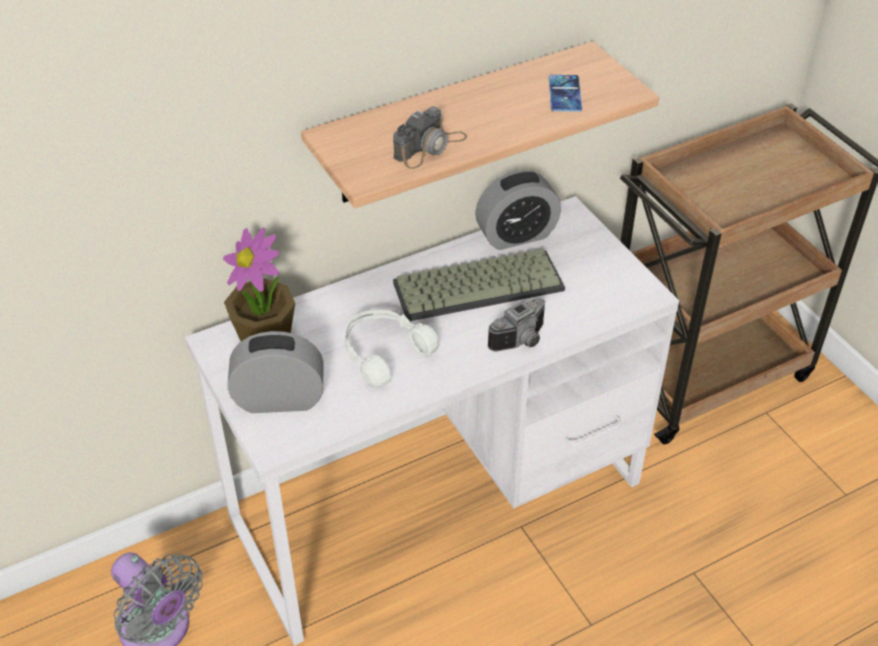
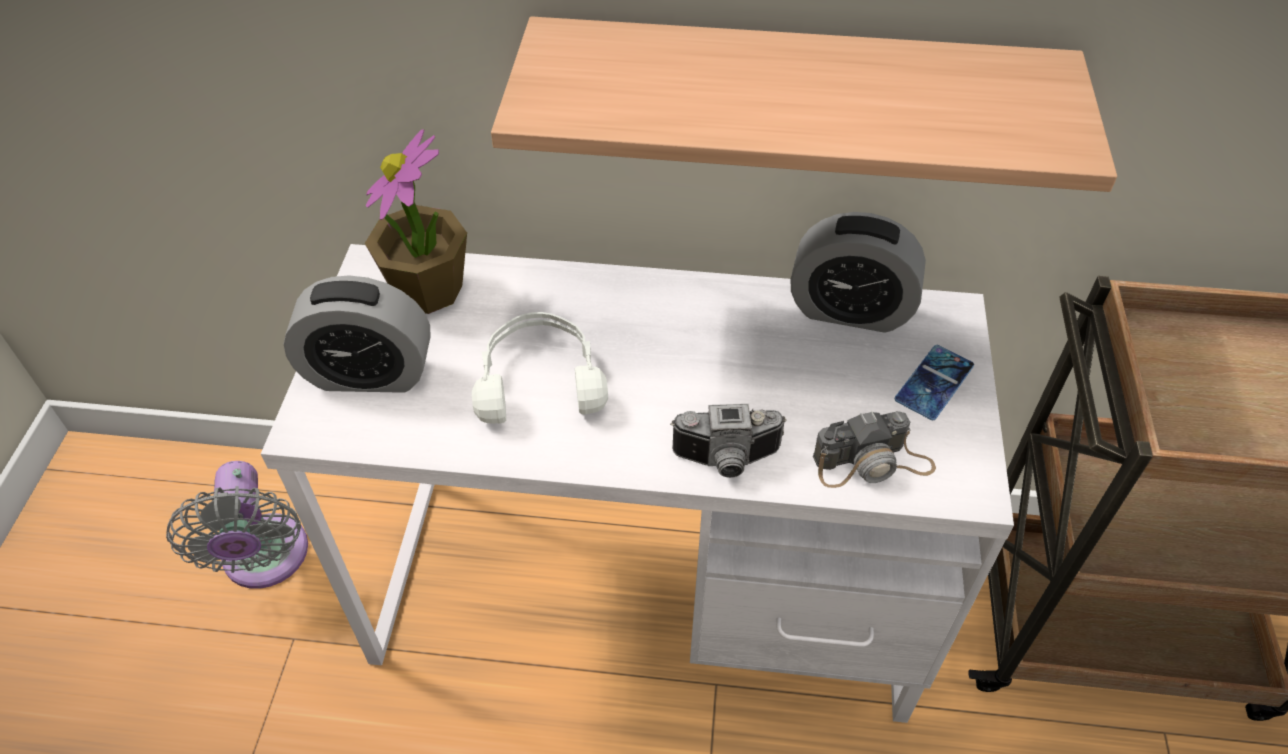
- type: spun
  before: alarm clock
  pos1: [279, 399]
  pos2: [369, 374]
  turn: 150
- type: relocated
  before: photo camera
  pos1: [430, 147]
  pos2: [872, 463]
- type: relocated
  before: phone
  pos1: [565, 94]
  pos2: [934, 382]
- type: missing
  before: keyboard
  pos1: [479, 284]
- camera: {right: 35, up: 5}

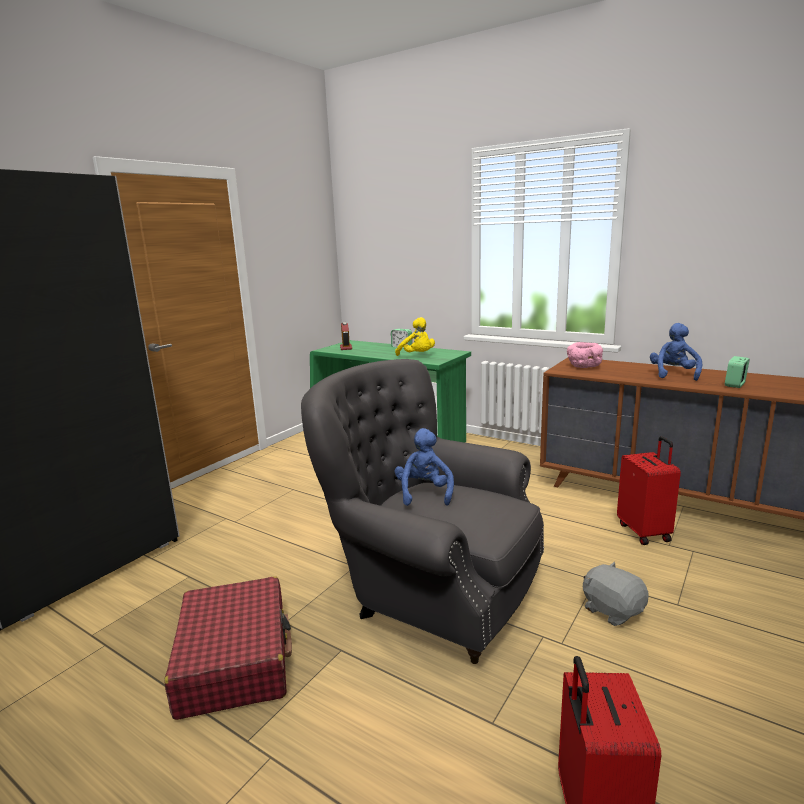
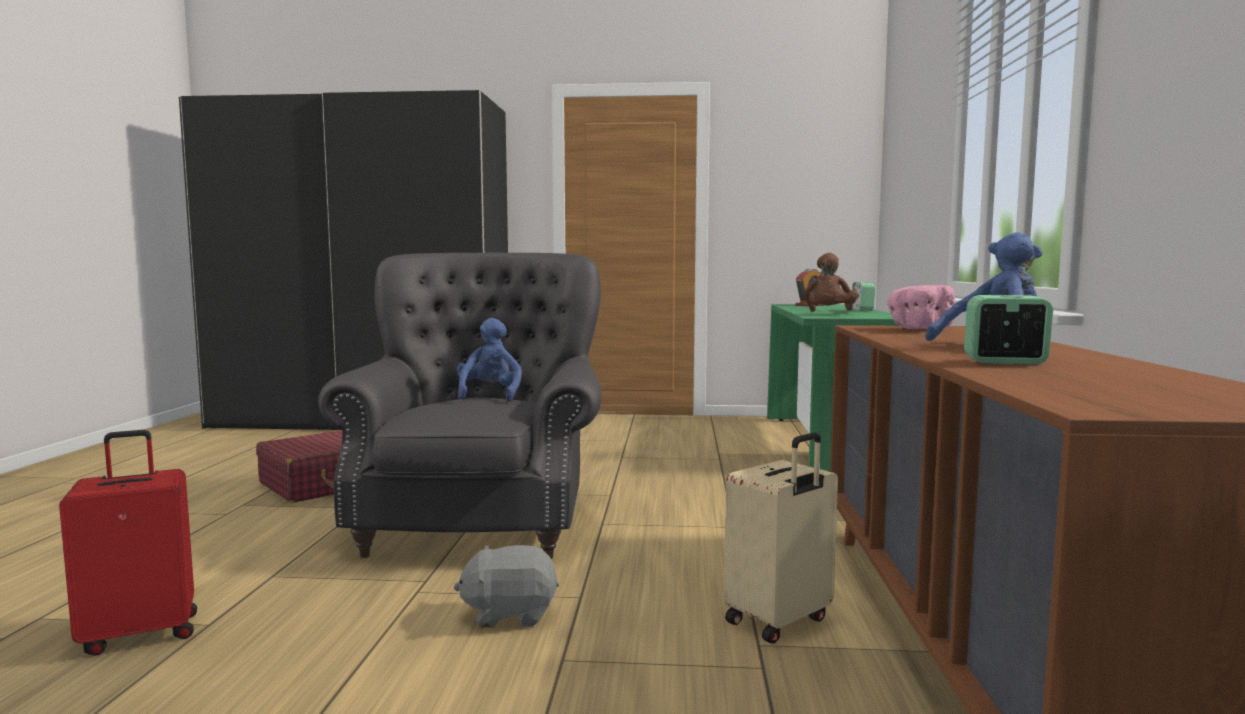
- type: spun
  before: plush toy (grey)
  pos1: [612, 610]
  pos2: [510, 614]
  turn: -120
- type: spun
  before: plush toy (blue)
  pos1: [424, 493]
  pos2: [489, 395]
  turn: -60
- type: colour
  before: suitcase (red)
  after: suitcase (beige)
  pos1: [645, 532]
  pos2: [779, 621]
- type: colour
  before: plush toy (yellow)
  after: plush toy (brown)
  pos1: [417, 356]
  pos2: [829, 313]
- camera: {right: 60, up: -10}

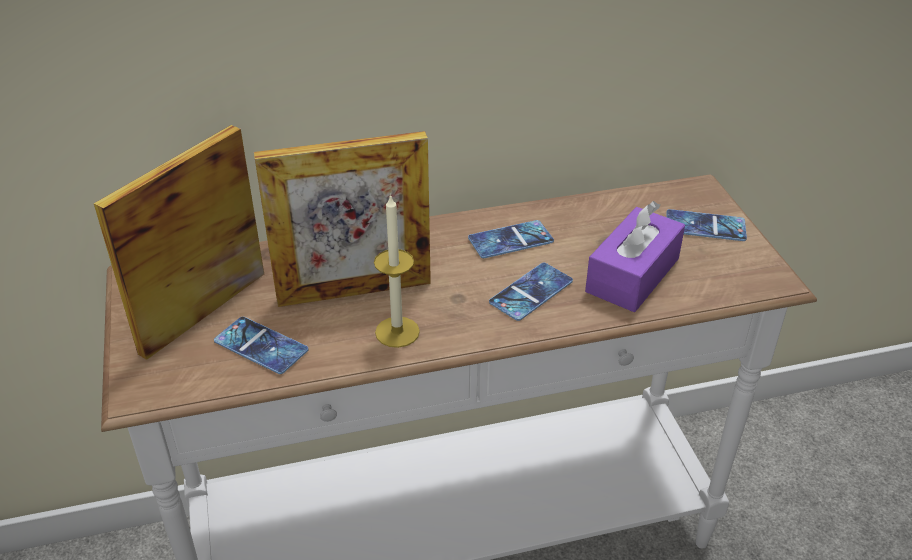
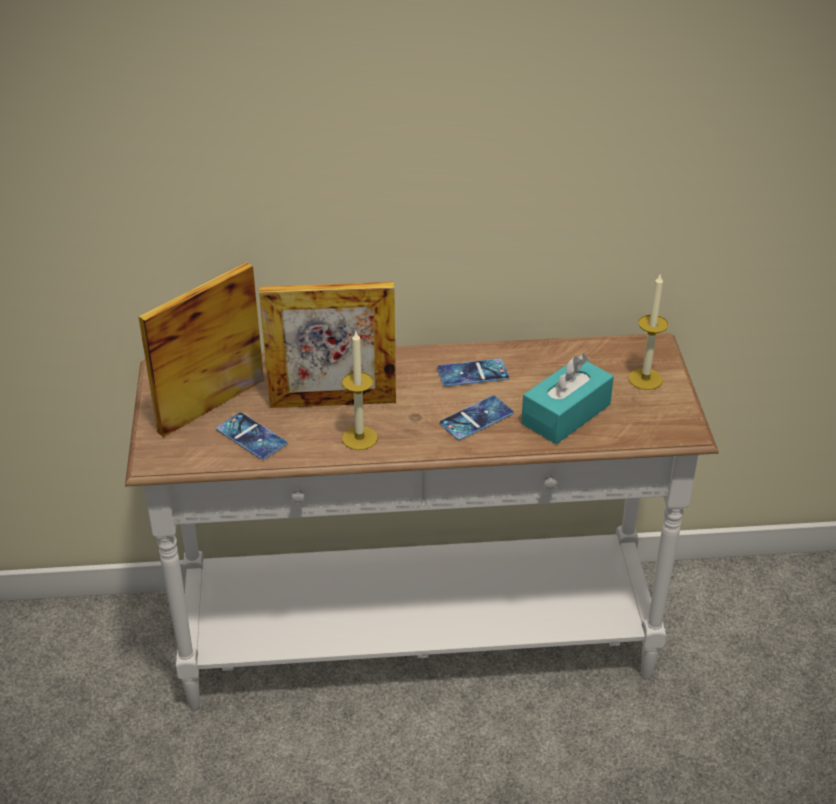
- type: colour
  before: tissue box (purple)
  after: tissue box (turquoise)
  pos1: [632, 275]
  pos2: [566, 414]
- type: exchanged
  before: phone
  after: candle
  pos1: [705, 226]
  pos2: [645, 379]
- camera: {right: 10, up: 0}

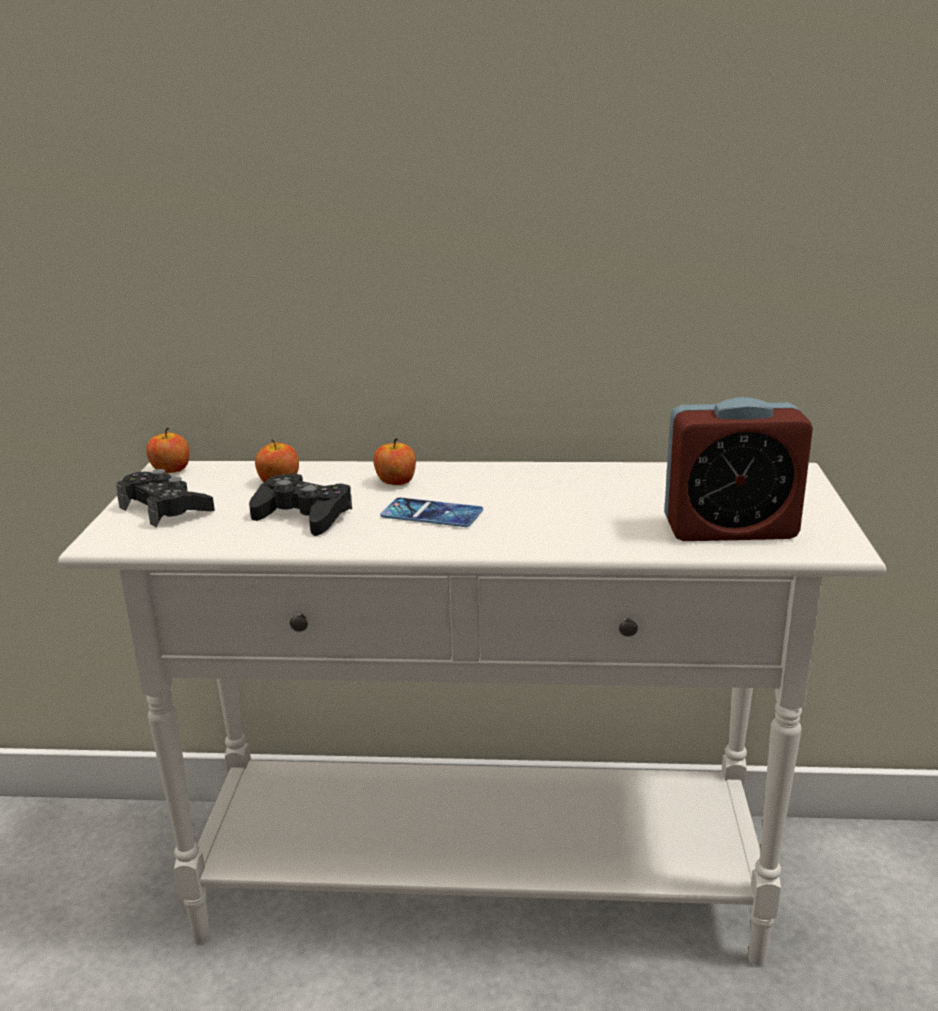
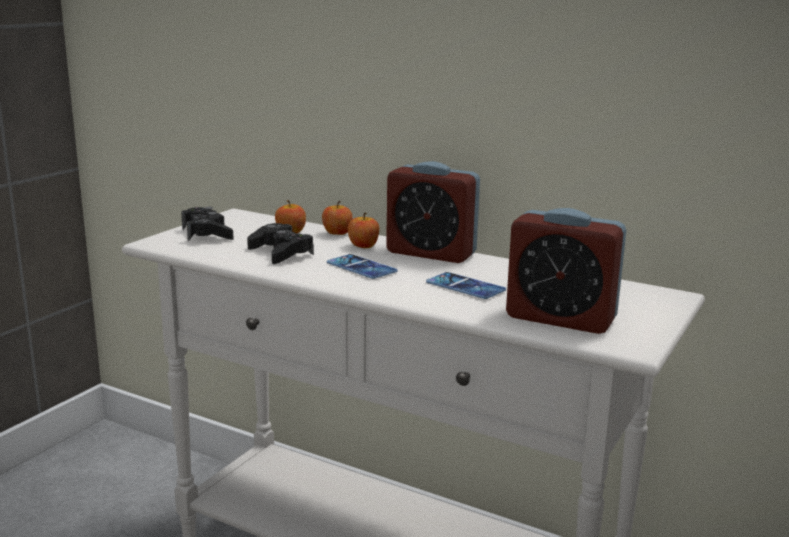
- type: relocated
  before: apple
  pos1: [171, 470]
  pos2: [337, 233]
- type: appeared
  after: alarm clock
  pos2: [431, 253]
- type: appeared
  after: phone
  pos2: [465, 286]
- camera: {right: 25, up: -5}

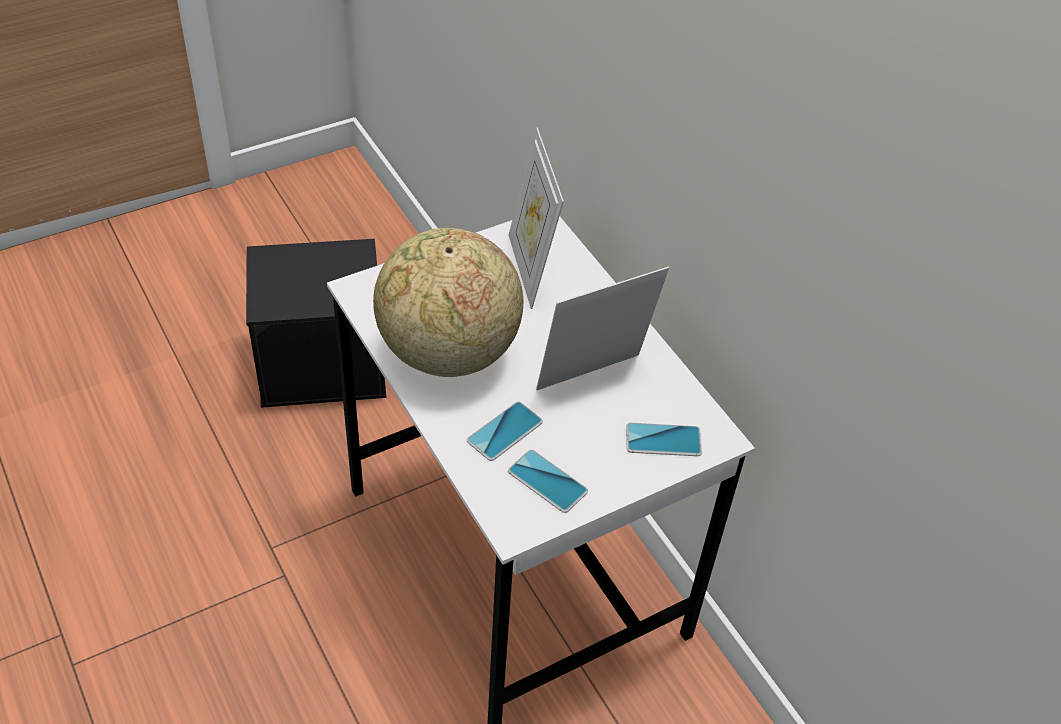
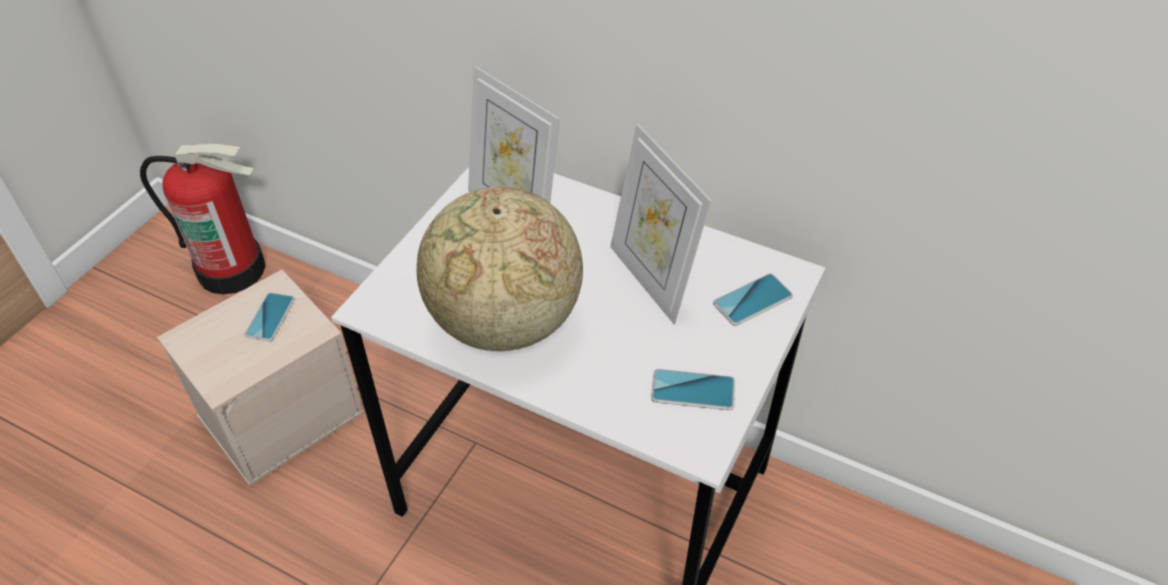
- type: appeared
  after: fire extinguisher
  pos2: [232, 269]
- type: colour
  before: storage box (black)
  after: storage box (beige)
  pos1: [324, 363]
  pos2: [282, 412]
- type: relocated
  before: phone
  pos1: [504, 431]
  pos2: [270, 317]
- type: spun
  before: picture frame
  pos1: [593, 380]
  pos2: [652, 279]
  turn: -60
- camera: {right: -30, up: 0}

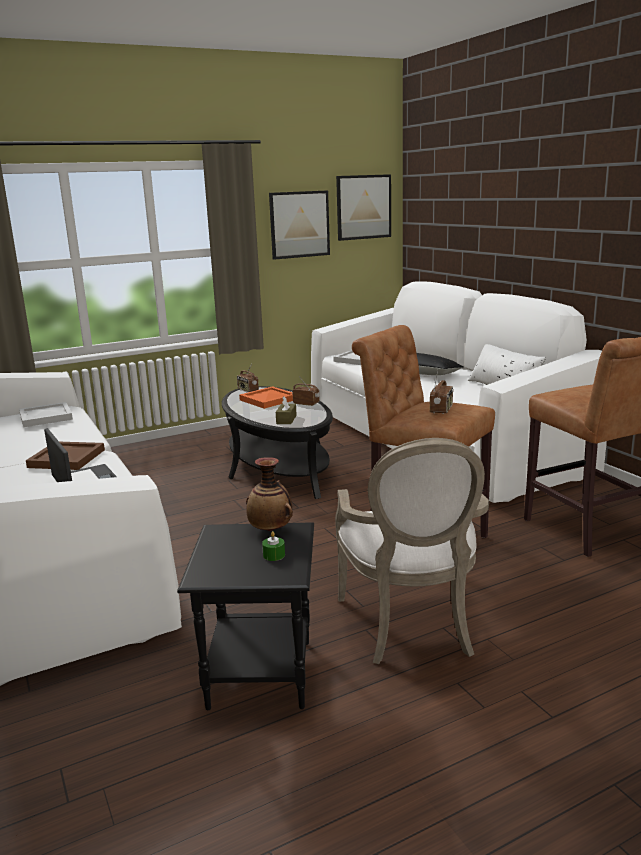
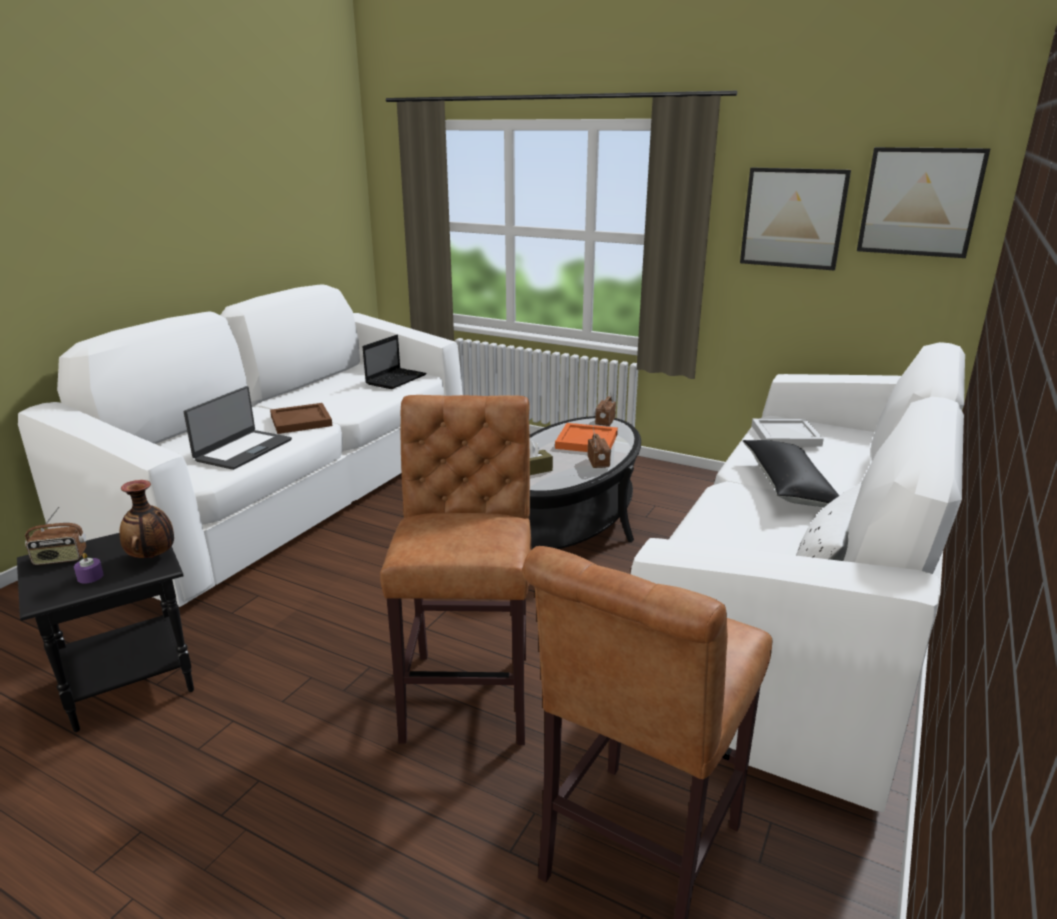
- type: relocated
  before: radio
  pos1: [441, 410]
  pos2: [60, 559]
- type: colour
  before: candle (green)
  after: candle (purple)
  pos1: [274, 555]
  pos2: [90, 577]
- type: exchanged
  before: tray (white)
  after: laptop
  pos1: [45, 417]
  pos2: [396, 379]
- type: missing
  before: armchair
  pos1: [412, 628]
- camera: {right: 55, up: 5}

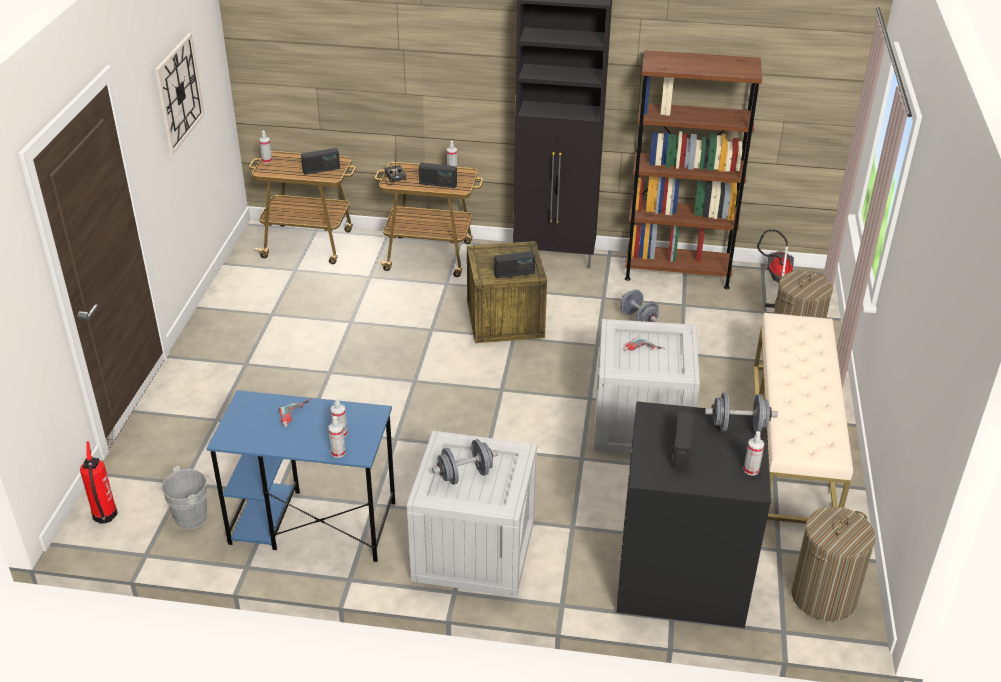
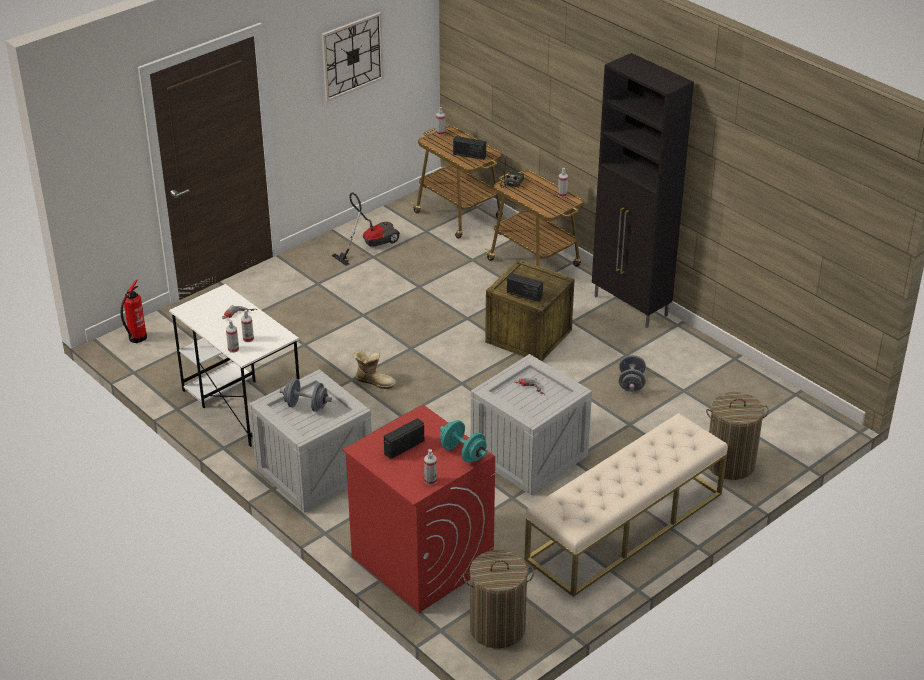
- type: colour
  before: desk (blue)
  after: desk (white)
  pos1: [311, 523]
  pos2: [241, 404]
- type: relocated
  before: vacuum cleaner
  pos1: [775, 281]
  pos2: [370, 244]
- type: colour
  before: washing machine (black)
  after: washing machine (red)
  pos1: [680, 574]
  pos2: [421, 560]
- type: appeared
  after: boot
  pos2: [374, 381]
- type: colour
  before: dumbbell (grey)
  after: dumbbell (turquoise)
  pos1: [738, 427]
  pos2: [463, 453]
- type: missing
  before: bucket (grey)
  pos1: [195, 516]
- type: missing
  before: radio
  pos1: [438, 184]
- type: missing
  before: bookcase (brown)
  pos1: [677, 272]
- camera: {right: 40, up: 0}

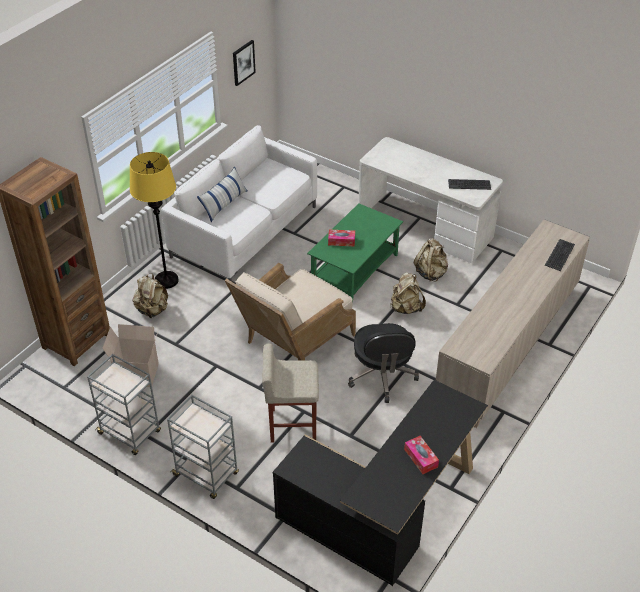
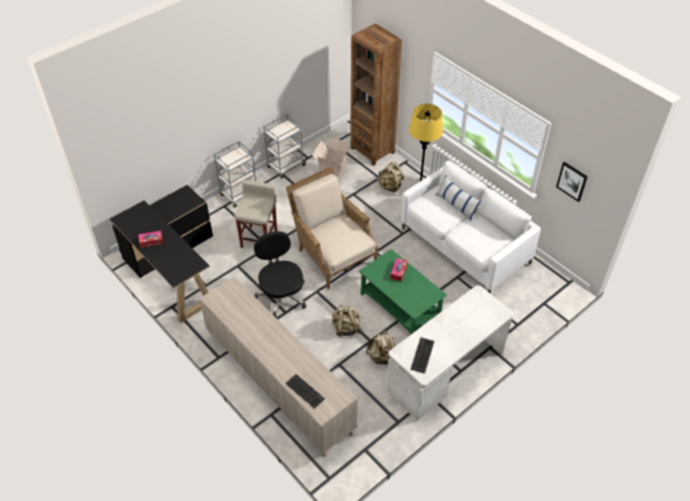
- type: spun
  before: office chair (black)
  pos1: [382, 376]
  pos2: [281, 295]
  turn: 60
- camera: {right: 105, up: 5}

